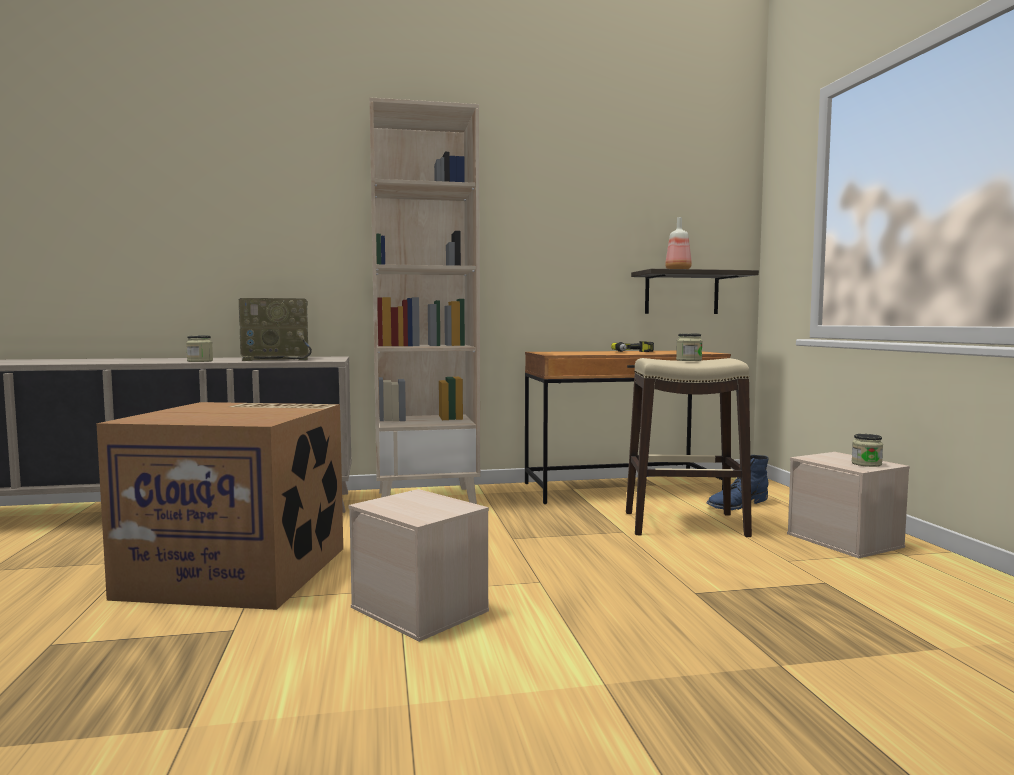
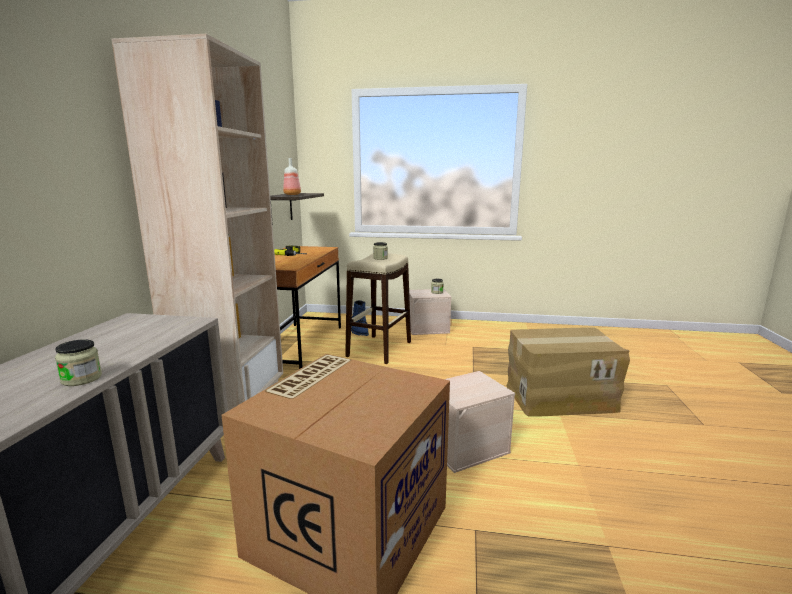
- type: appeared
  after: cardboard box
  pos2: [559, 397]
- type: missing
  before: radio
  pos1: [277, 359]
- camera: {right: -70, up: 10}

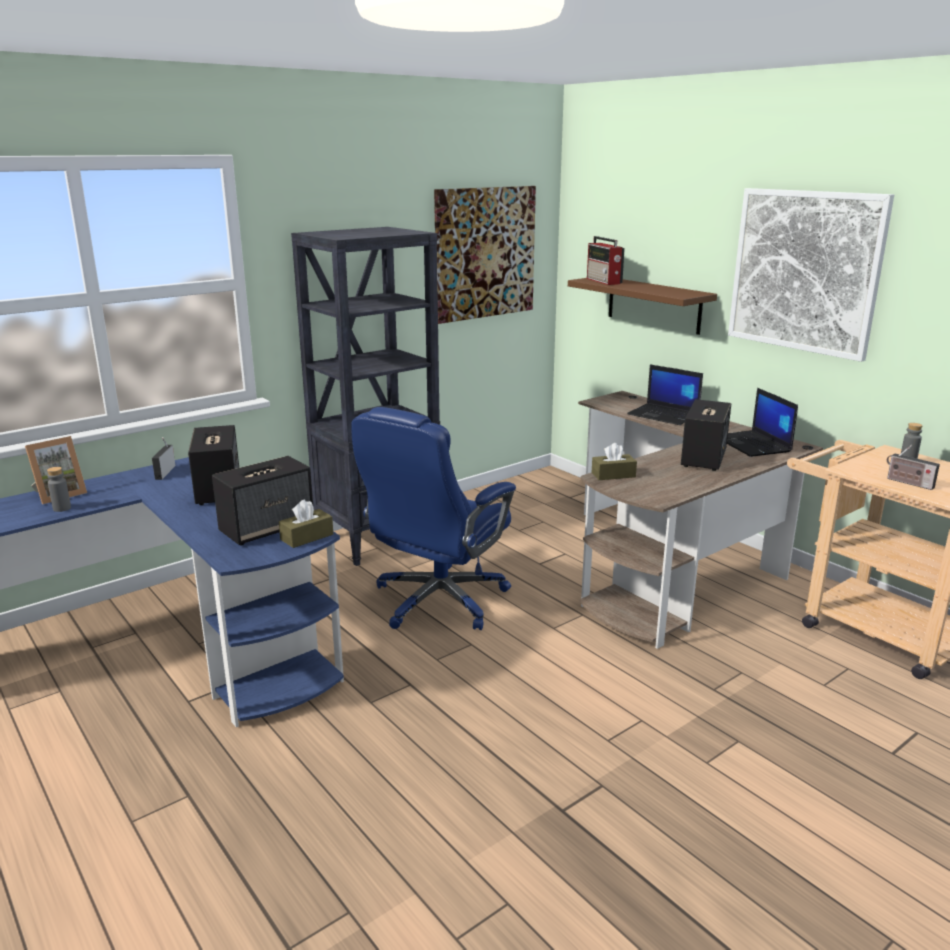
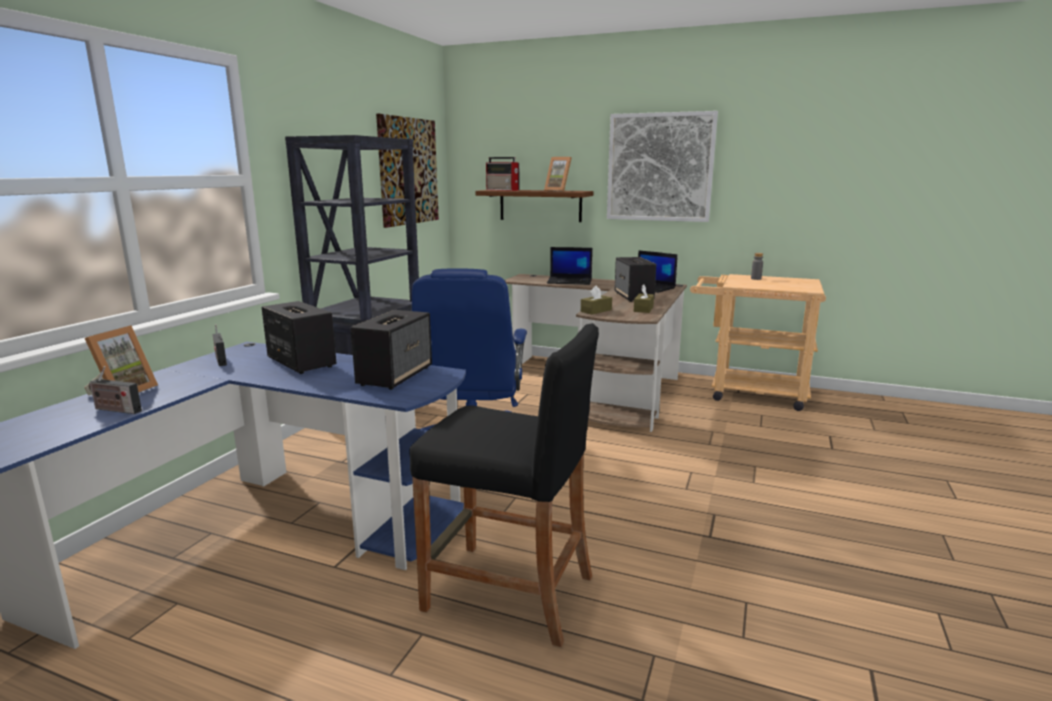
- type: relocated
  before: radio
  pos1: [907, 483]
  pos2: [115, 410]
- type: appeared
  after: stool (black)
  pos2: [509, 592]
- type: appeared
  after: picture frame
  pos2: [559, 190]
- type: relocated
  before: tissue box (brown)
  pos1: [307, 537]
  pos2: [643, 309]
- type: missing
  before: bottle (grey)
  pos1: [62, 508]
- camera: {right: -30, up: -5}

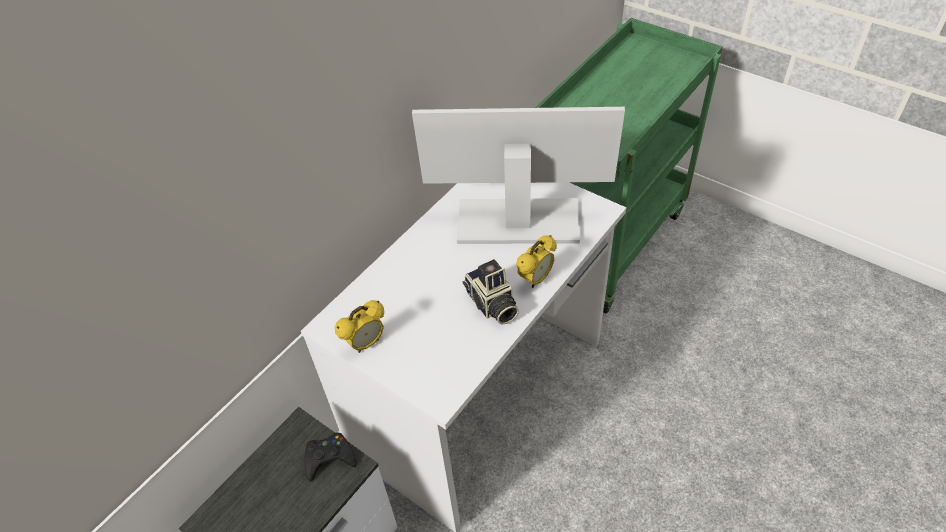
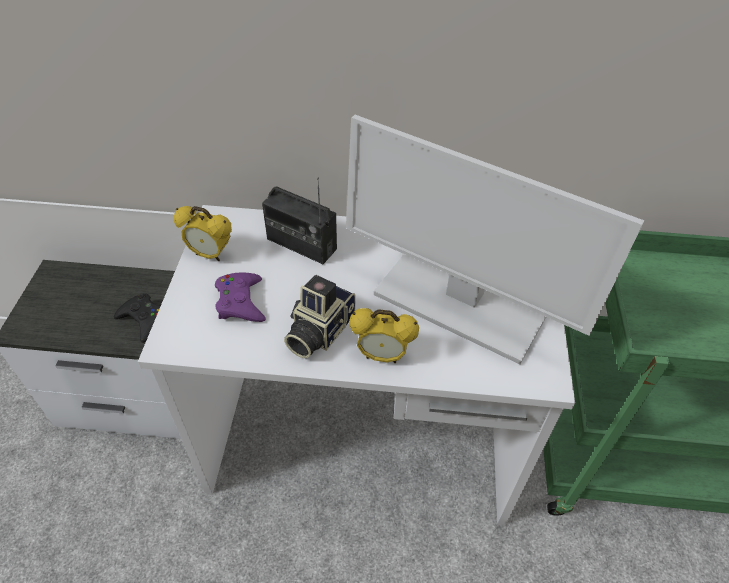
- type: appeared
  after: game controller (purple)
  pos2: [240, 302]
- type: appeared
  after: radio
  pos2: [301, 244]
- type: spun
  before: monitor
  pos1: [519, 221]
  pos2: [459, 303]
  turn: 150
- camera: {right: 55, up: 0}

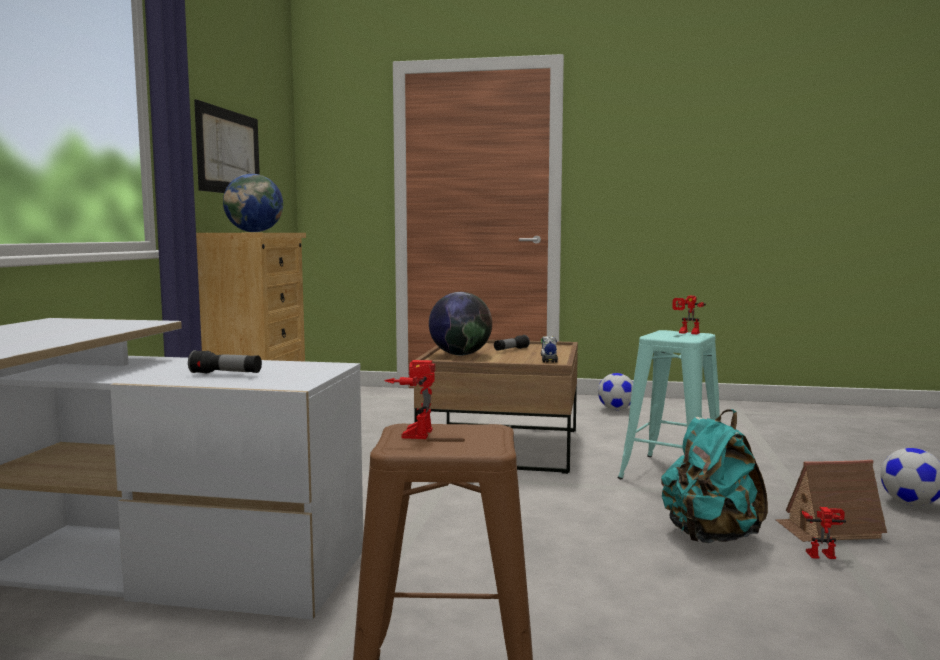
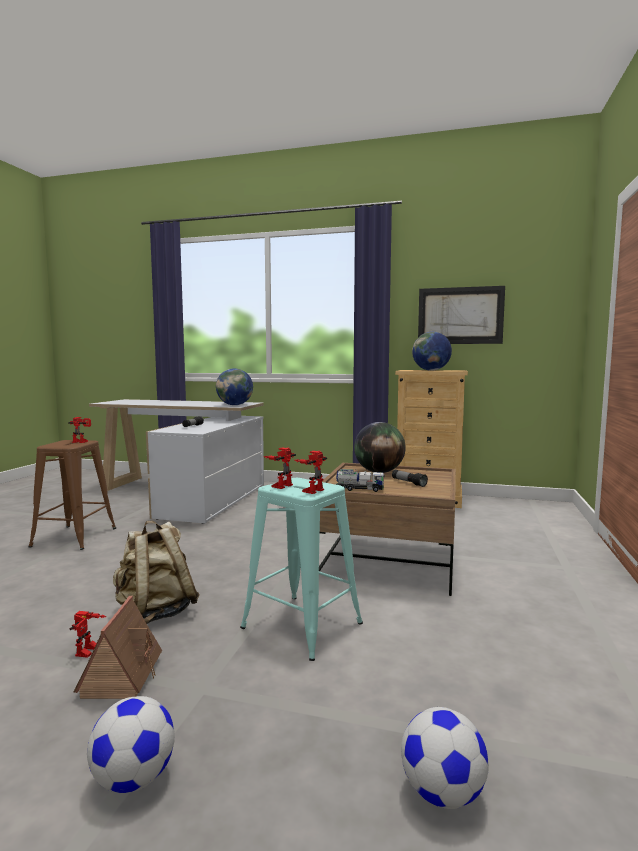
- type: colour
  before: backpack (turquoise)
  after: backpack (beige)
  pos1: [710, 537]
  pos2: [155, 612]
- type: appeared
  after: globe
  pos2: [235, 405]
- type: appeared
  after: toy robot
  pos2: [281, 485]
- type: relocated
  before: football
  pos1: [616, 409]
  pos2: [443, 793]
- camera: {right: 95, up: 0}

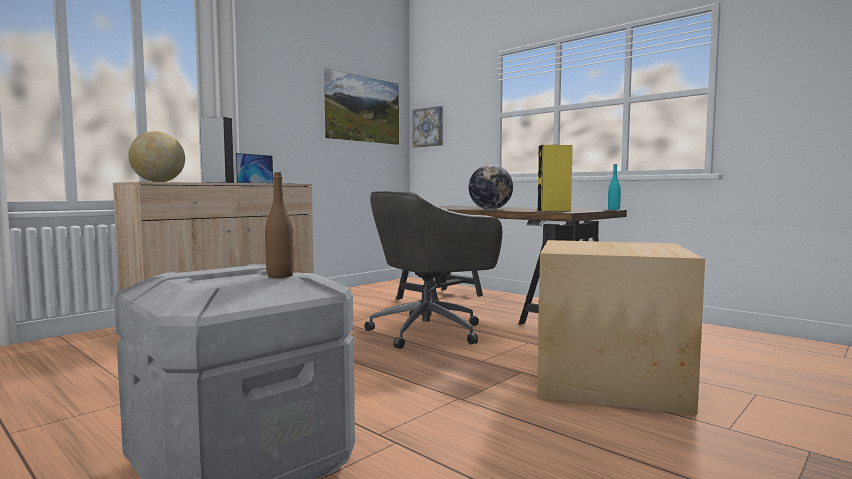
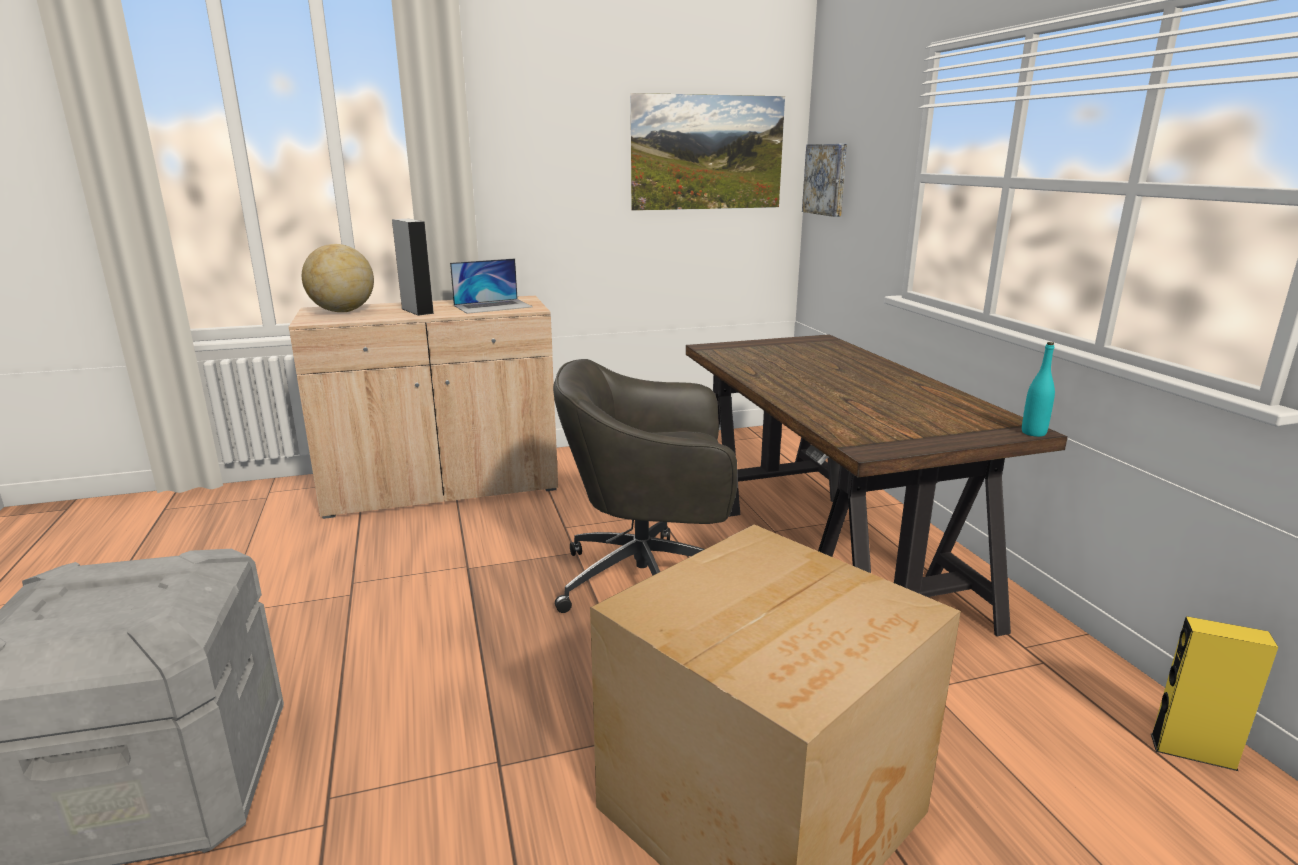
- type: relocated
  before: speaker (yellow)
  pos1: [554, 211]
  pos2: [1193, 751]
- type: missing
  before: bottle (brown)
  pos1: [280, 276]
- type: missing
  before: globe
  pos1: [490, 209]
- camera: {right: 30, up: 15}

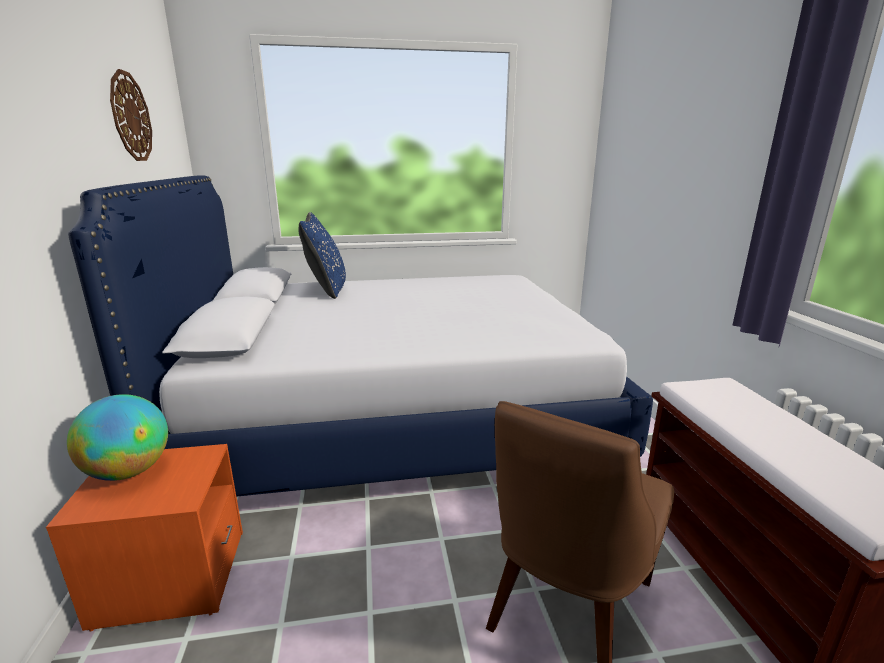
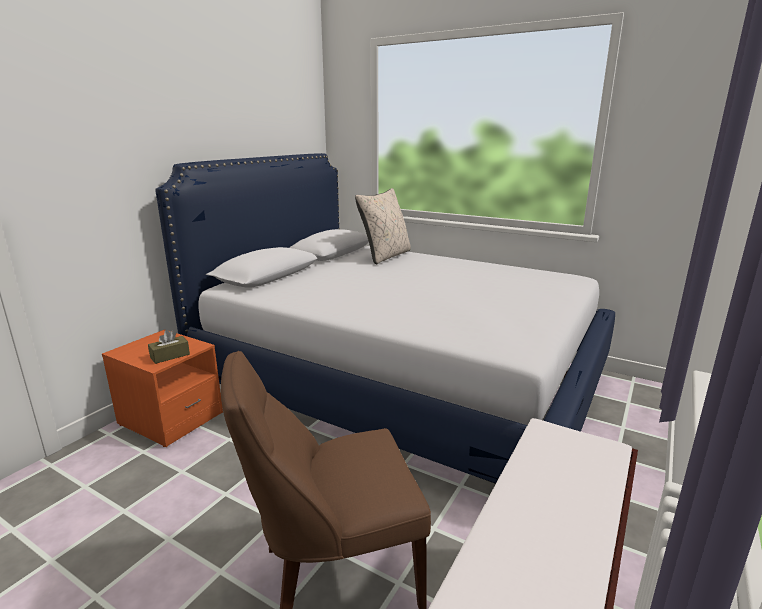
- type: appeared
  after: tissue box (brown)
  pos2: [170, 356]
- type: colour
  before: pillow (blue)
  after: pillow (beige)
  pos1: [326, 289]
  pos2: [385, 256]
- type: missing
  before: globe
  pos1: [129, 471]
- type: missing
  before: wall clock
  pos1: [130, 117]
- camera: {right: 40, up: 0}

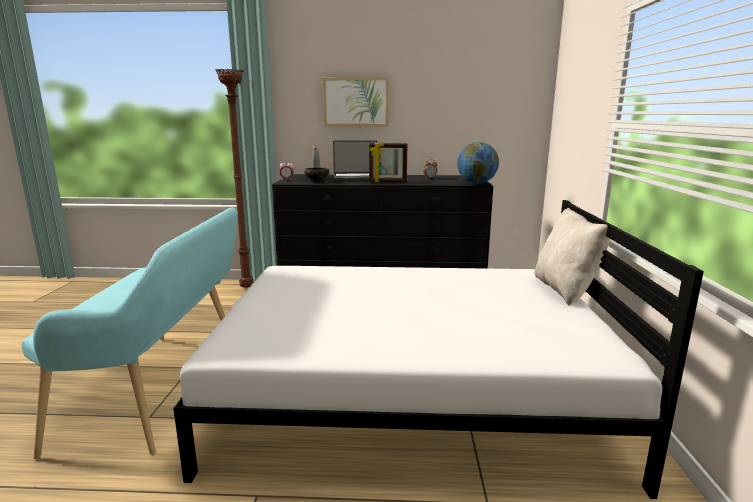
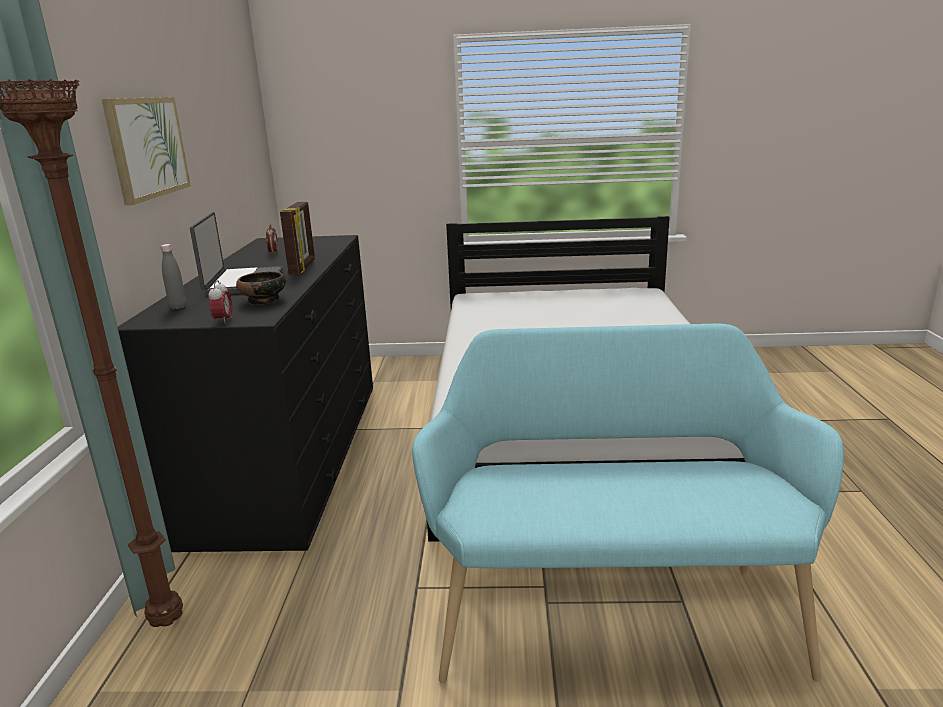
- type: missing
  before: globe
  pos1: [476, 183]
- type: missing
  before: pillow (beige)
  pos1: [566, 290]
- camera: {right: -90, up: 5}

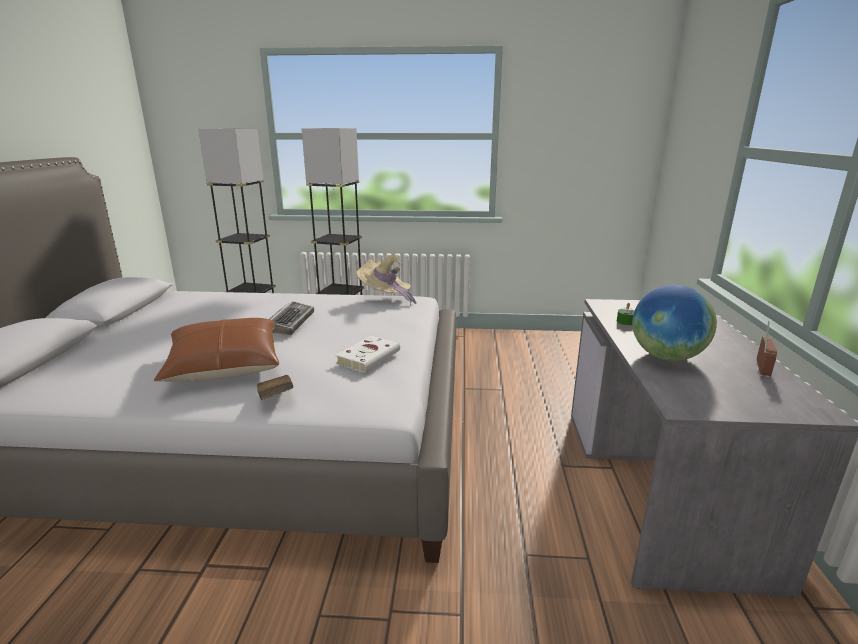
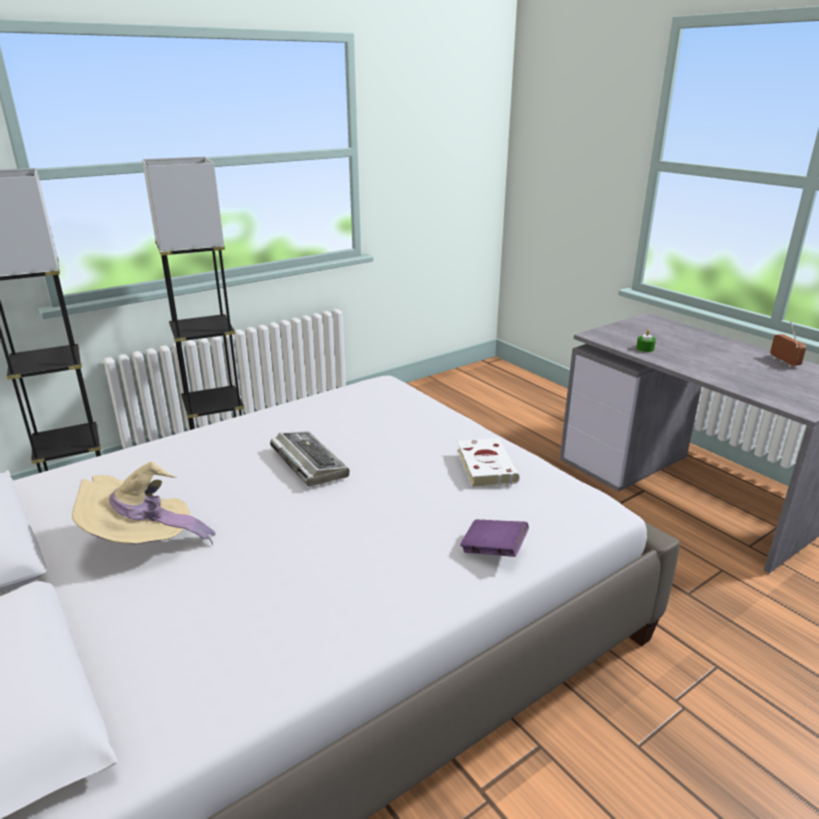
- type: relocated
  before: hat (beige)
  pos1: [386, 298]
  pos2: [144, 543]
- type: colour
  before: book (brown)
  after: book (purple)
  pos1: [276, 397]
  pos2: [493, 550]
- type: missing
  before: pillow (brown)
  pos1: [224, 365]
- type: missing
  before: globe
  pos1: [666, 356]
- camera: {right: -40, up: 5}

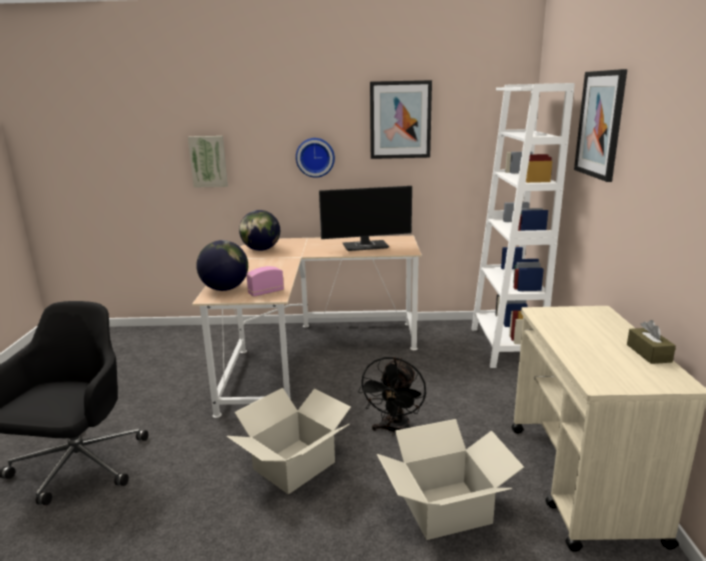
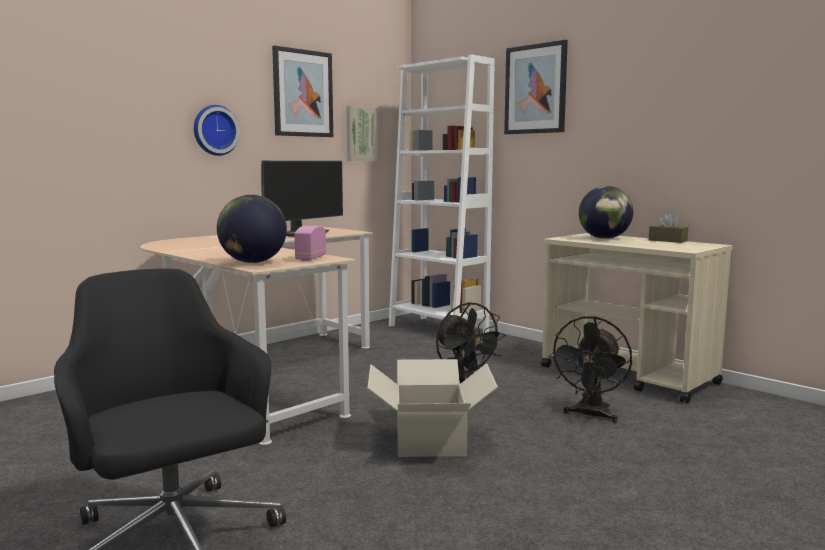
- type: relocated
  before: picture
  pos1: [208, 161]
  pos2: [360, 134]
- type: exchanged
  before: cardboard box
  after: fan (black)
  pos1: [447, 510]
  pos2: [590, 415]
- type: relocated
  before: globe
  pos1: [261, 249]
  pos2: [604, 238]
- camera: {right: -45, up: -10}

